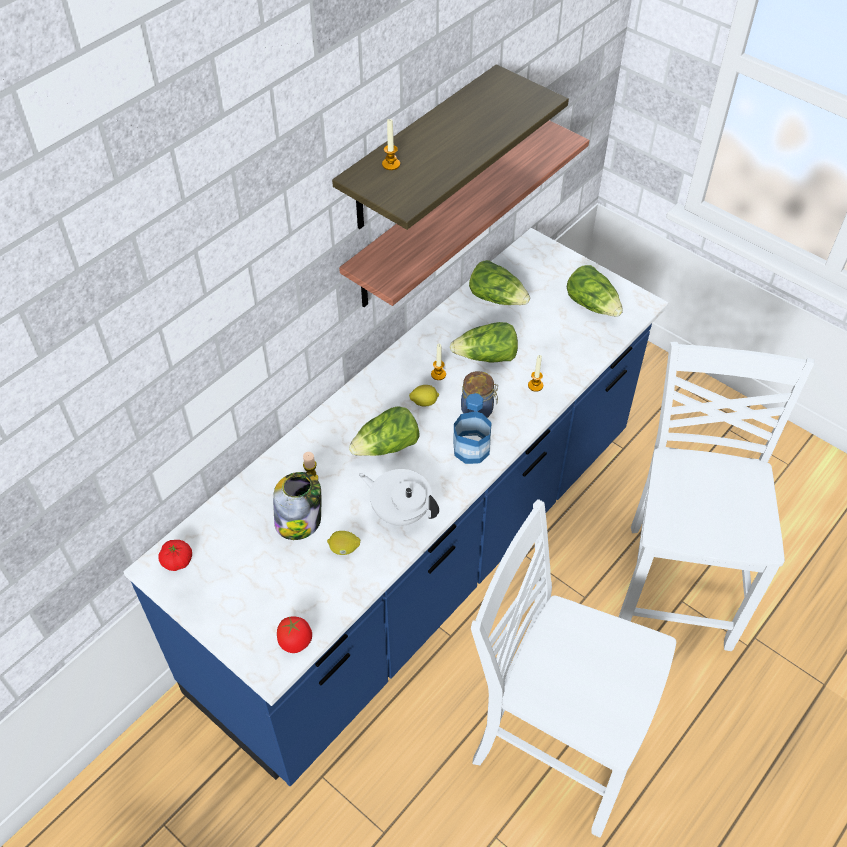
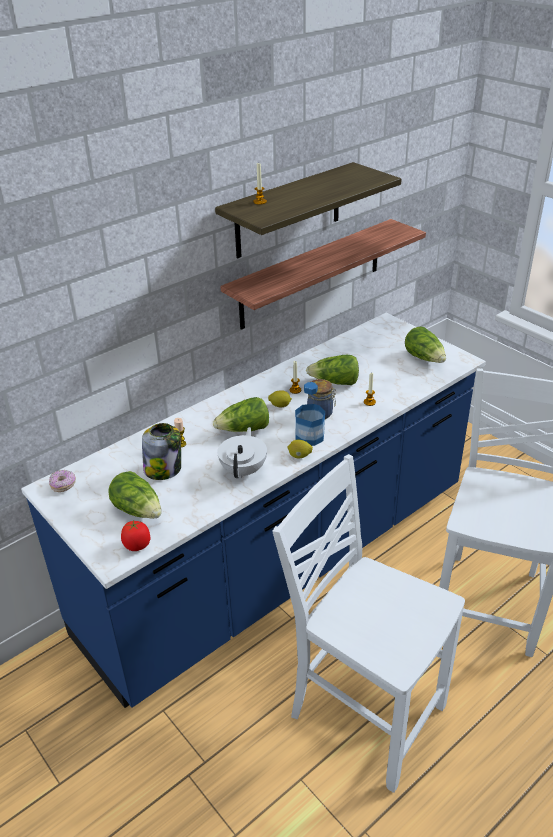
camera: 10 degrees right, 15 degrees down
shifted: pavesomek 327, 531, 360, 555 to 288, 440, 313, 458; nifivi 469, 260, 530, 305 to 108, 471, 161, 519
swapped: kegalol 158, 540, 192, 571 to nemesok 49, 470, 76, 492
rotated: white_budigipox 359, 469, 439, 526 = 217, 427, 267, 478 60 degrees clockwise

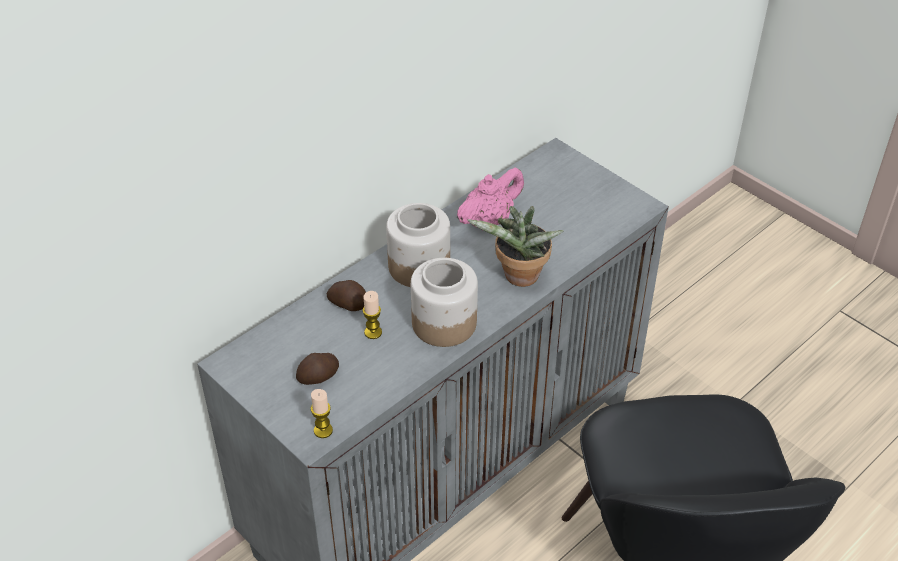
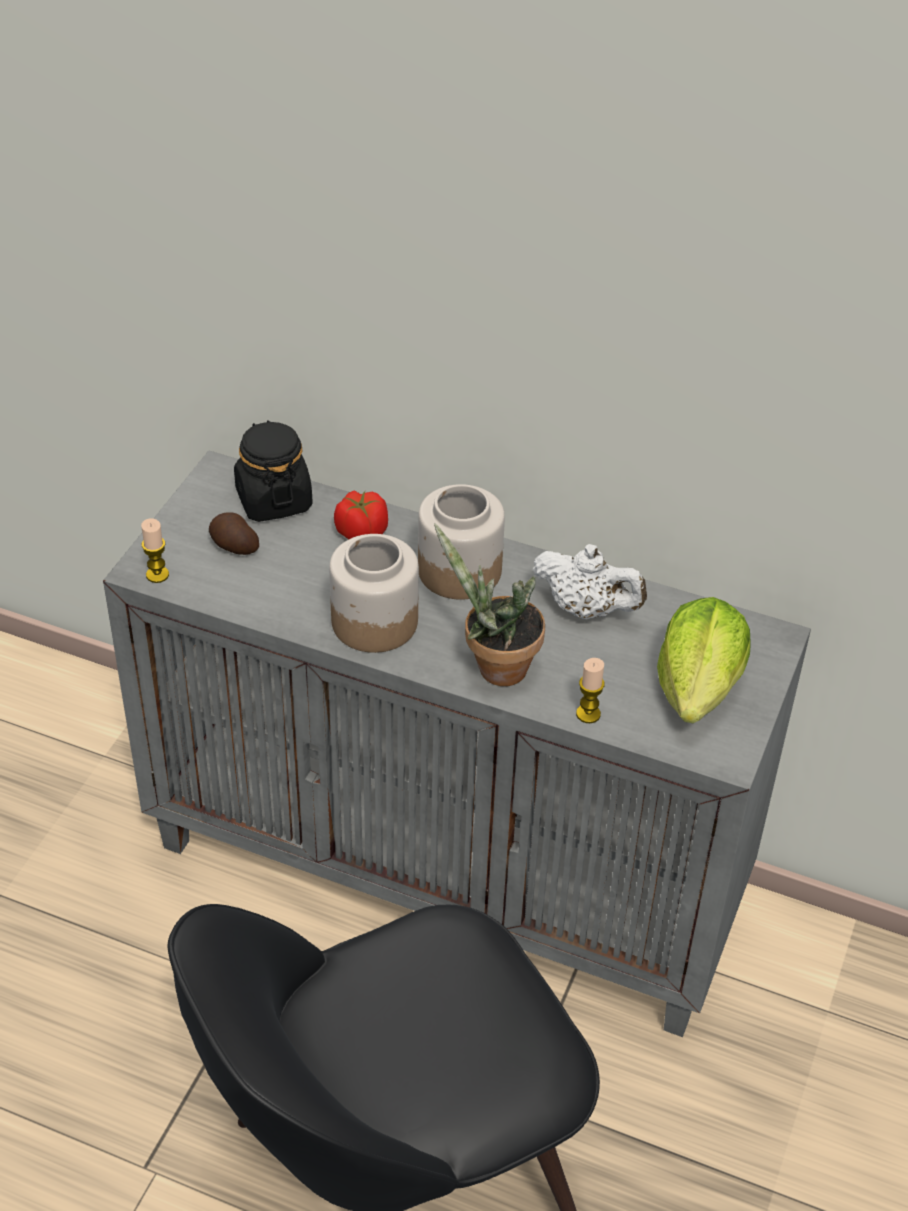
camera: 65 degrees right, 0 degrees up
new: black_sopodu 234, 420, 313, 522; nifivi 657, 597, 751, 723
shifted: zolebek 363, 291, 382, 339 to 576, 658, 605, 723
swapped: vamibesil 327, 280, 366, 311 to kegalol 334, 491, 388, 539
repainted: pink_budigipox 457, 168, 524, 230 to white_budigipox 533, 544, 647, 619

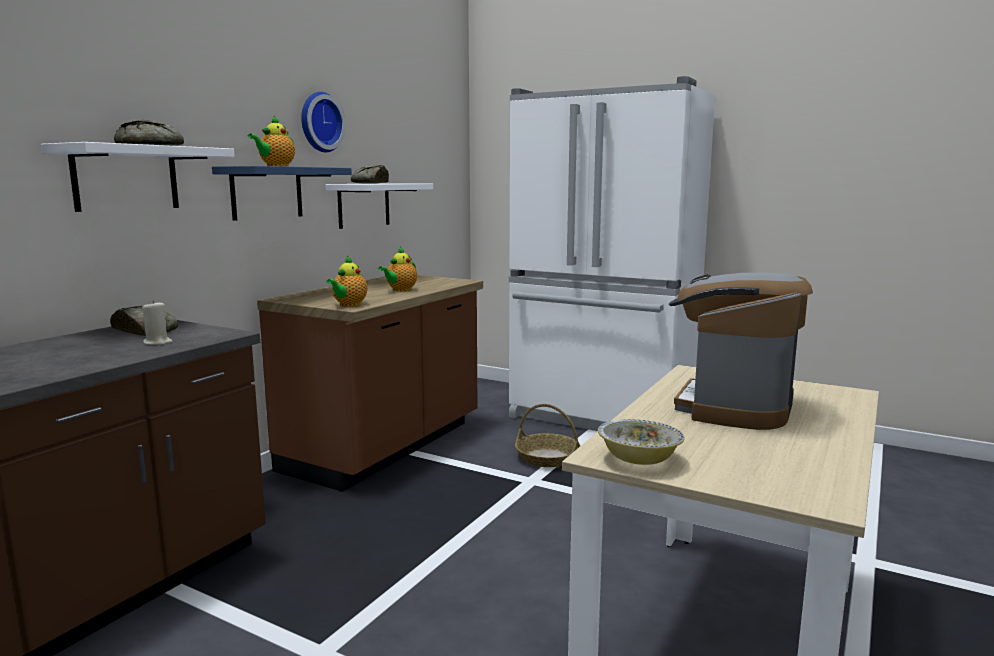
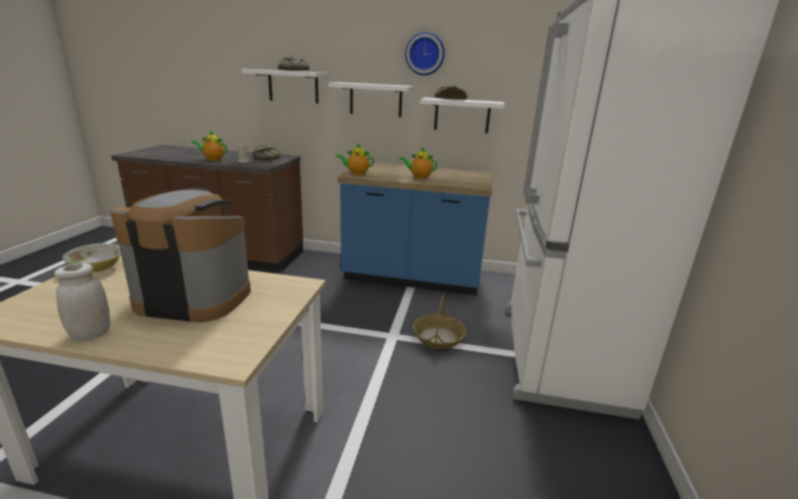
camera: 70 degrees right, 10 degrees up
new: white_sopodu 54, 263, 110, 340
shifted: budigipox 248, 116, 295, 167 to 192, 131, 227, 161
repainted: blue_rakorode 212, 166, 352, 221 to white_rakorode 329, 82, 414, 117; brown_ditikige 257, 275, 483, 492 to blue_ditikige 338, 162, 492, 295

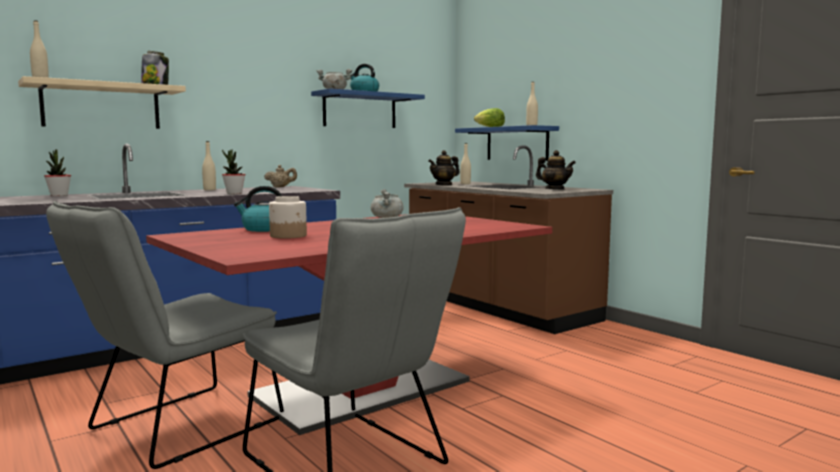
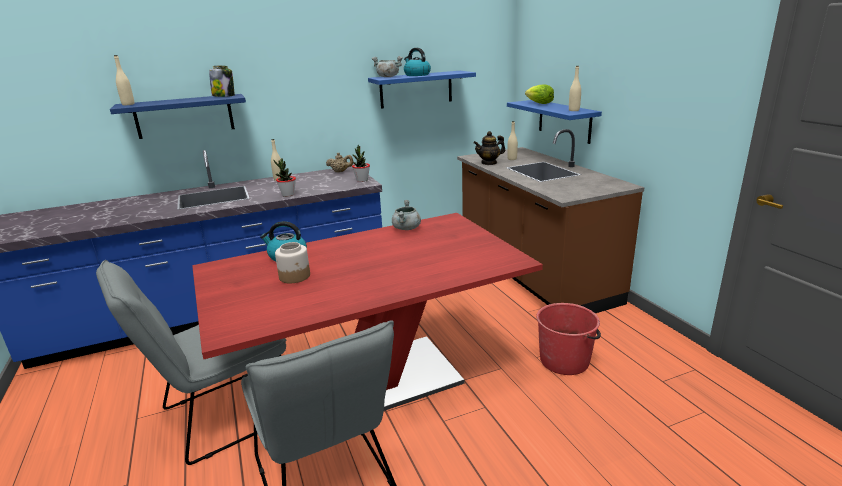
camera: 15 degrees right, 15 degrees up
gone: budigipox 536, 150, 576, 190
new: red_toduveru 536, 303, 601, 375
shifted: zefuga 44, 150, 71, 196 to 352, 145, 370, 182
repainted: beige_rakorode 18, 76, 186, 129 to blue_rakorode 110, 94, 246, 139

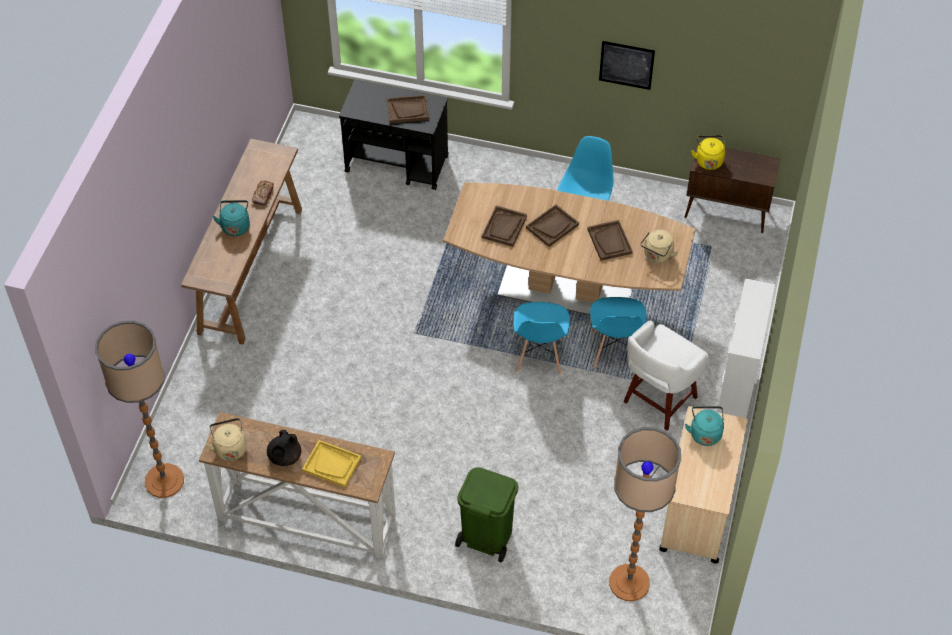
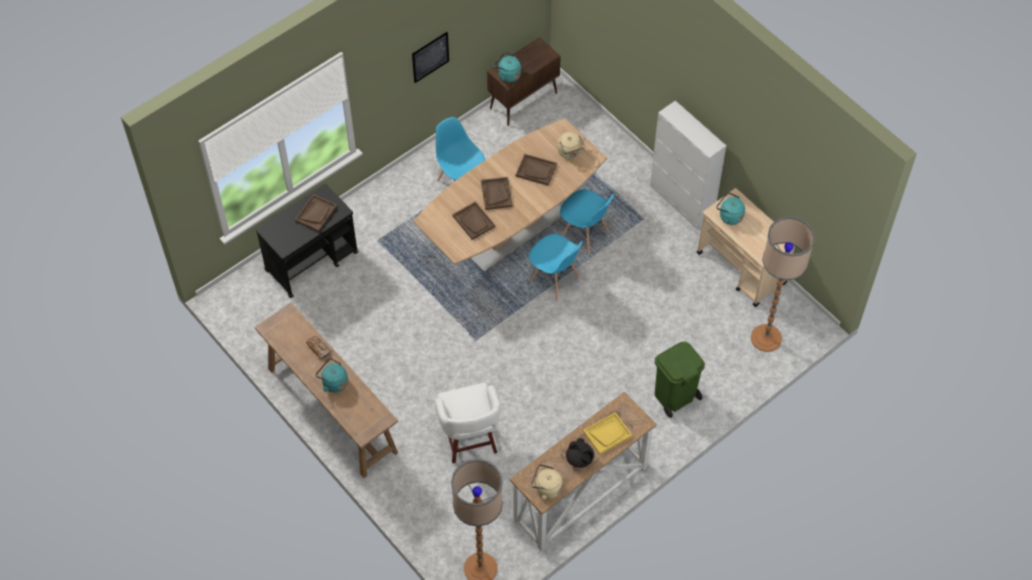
camera: 55 degrees left, 5 degrees up
shifted: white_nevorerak 624, 320, 709, 430 to 435, 383, 501, 463
repainted: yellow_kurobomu 691, 135, 725, 170 to turquoise_kurobomu 494, 52, 521, 82

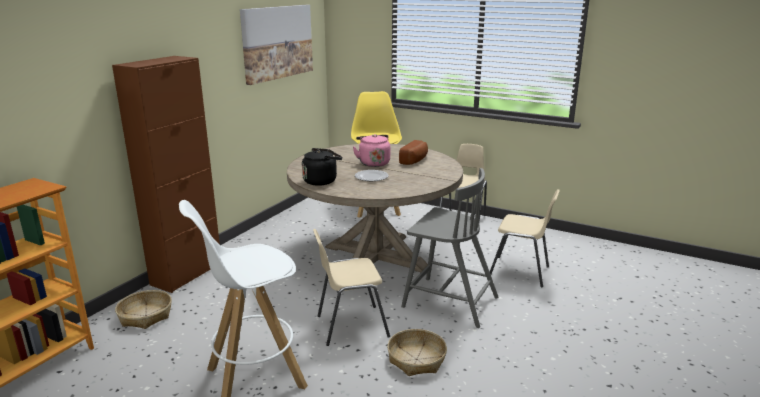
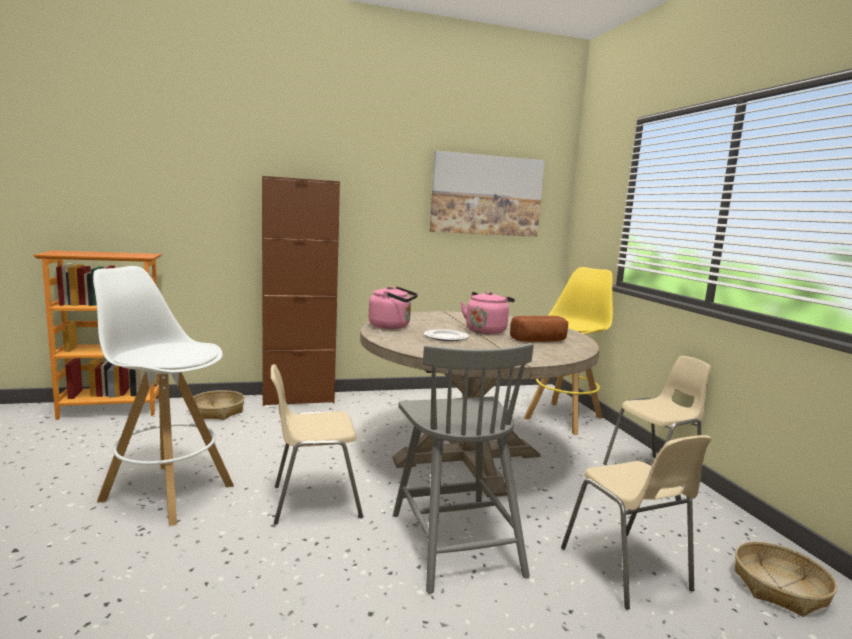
camera: 45 degrees right, 10 degrees down
shifted: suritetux 387, 329, 447, 376 to 735, 541, 837, 617
repainted: black_kurobomu 302, 148, 342, 186 to pink_kurobomu 369, 286, 418, 329
rotated: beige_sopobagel 313, 229, 390, 346 = 271, 364, 363, 524 45 degrees counterclockwise

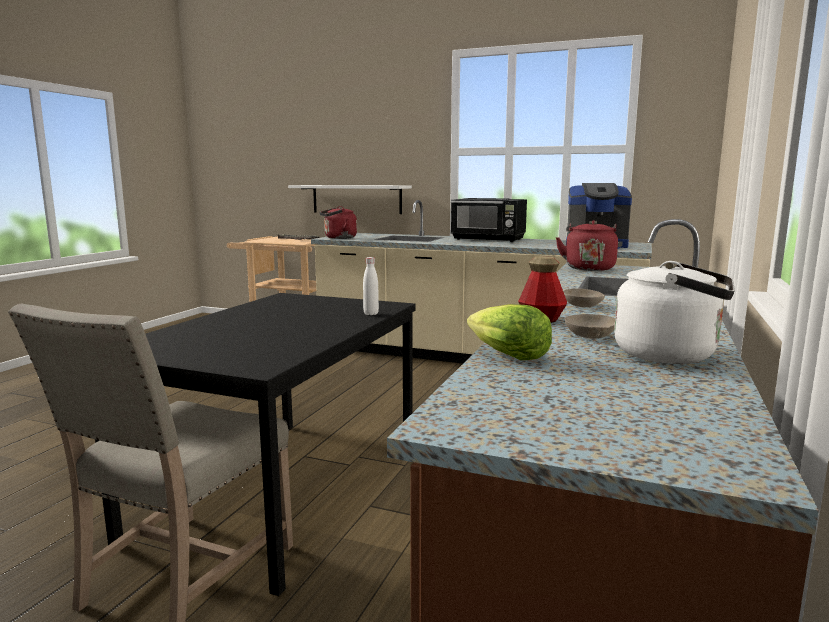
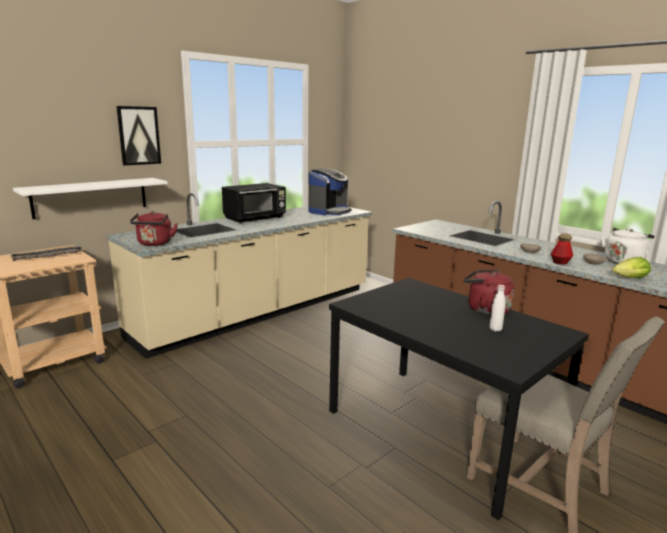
camera: 65 degrees left, 5 degrees up
new: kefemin 116, 106, 161, 166
shifted: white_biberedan 363, 257, 379, 315 to 490, 285, 505, 332; red_kurobomu 556, 220, 618, 271 to 464, 269, 514, 316

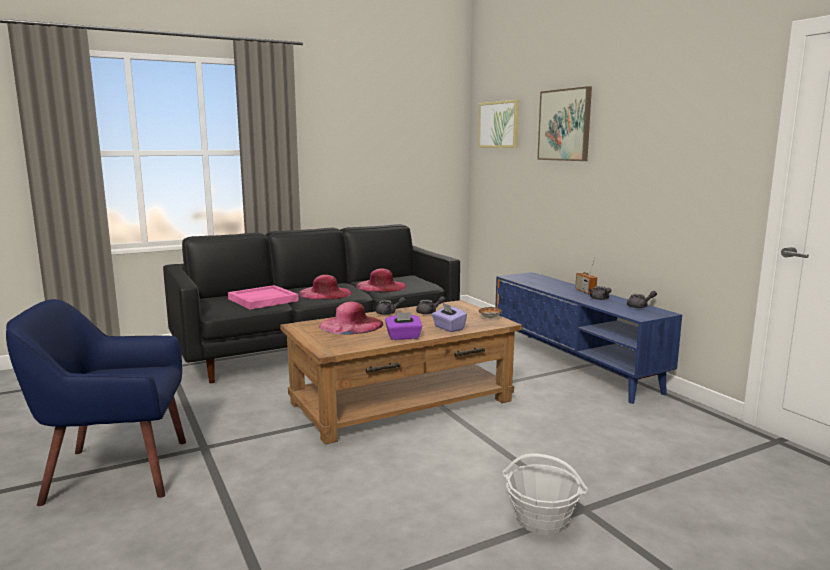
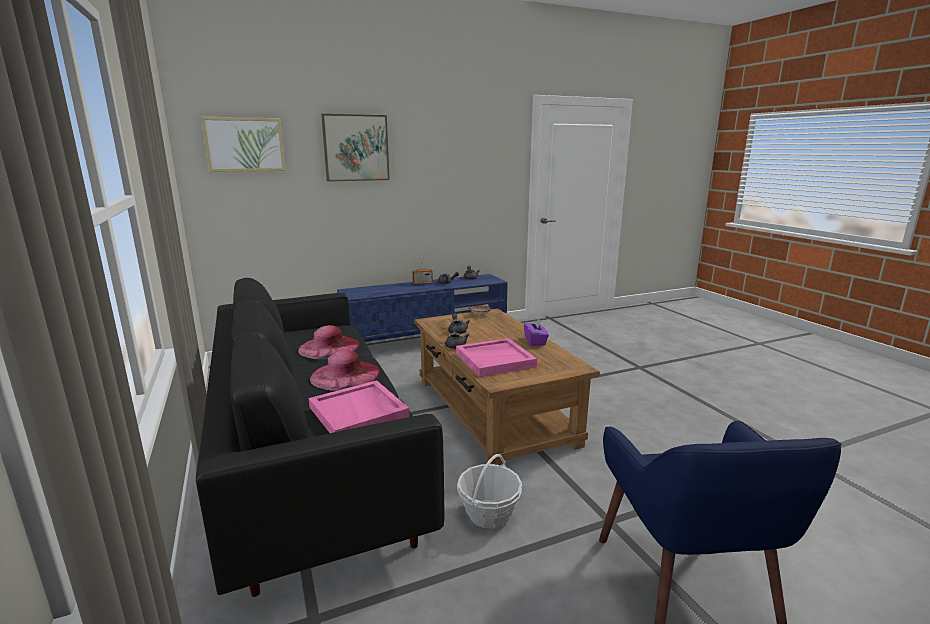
camera: 85 degrees left, 5 degrees up
gone: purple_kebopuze 432, 302, 467, 332
shifted: suritetux 502, 453, 588, 535 to 457, 454, 522, 528
swapped: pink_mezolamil 319, 302, 384, 334 to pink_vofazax 456, 338, 537, 377

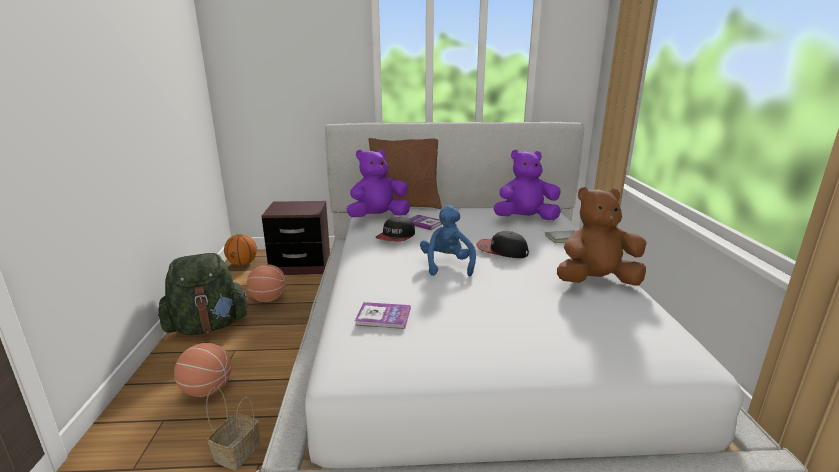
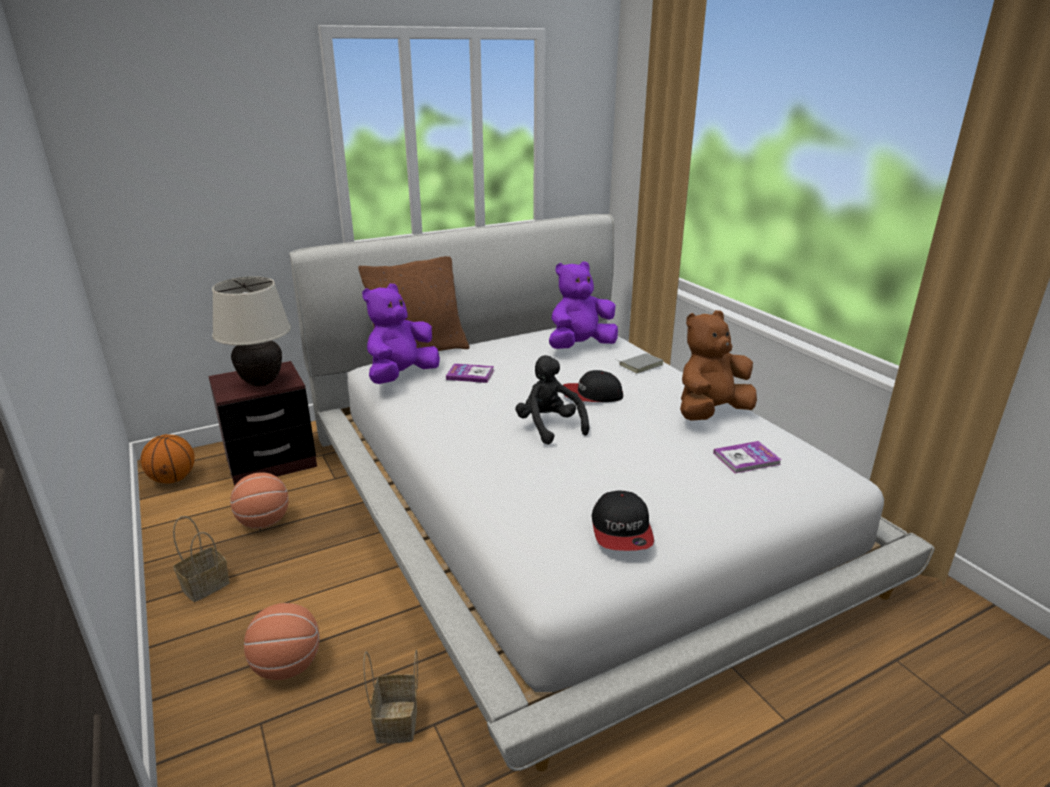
camera: 25 degrees left, 5 degrees up
new: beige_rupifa 212, 276, 291, 387
shifted: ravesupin 355, 302, 410, 329 to 713, 441, 781, 473; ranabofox 376, 217, 415, 242 to 592, 490, 654, 551
swapped: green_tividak 158, 253, 249, 335 to suritetux 173, 516, 230, 602
repainted: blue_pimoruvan 420, 205, 476, 276 to black_pimoruvan 515, 355, 589, 445

